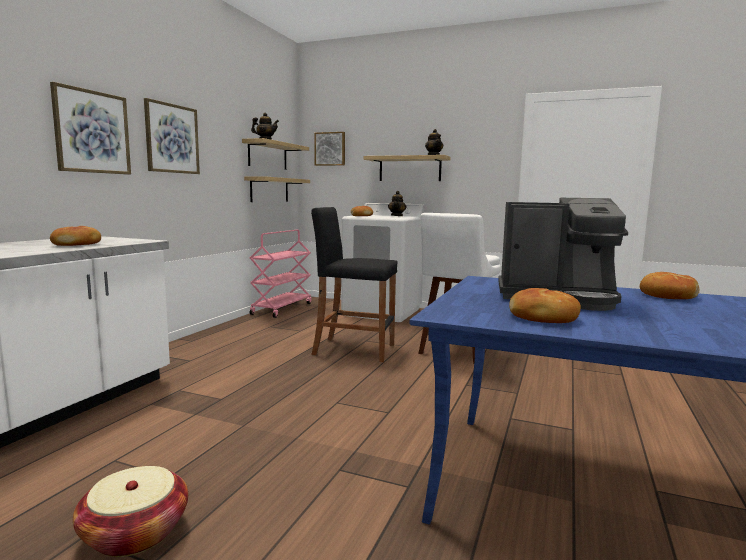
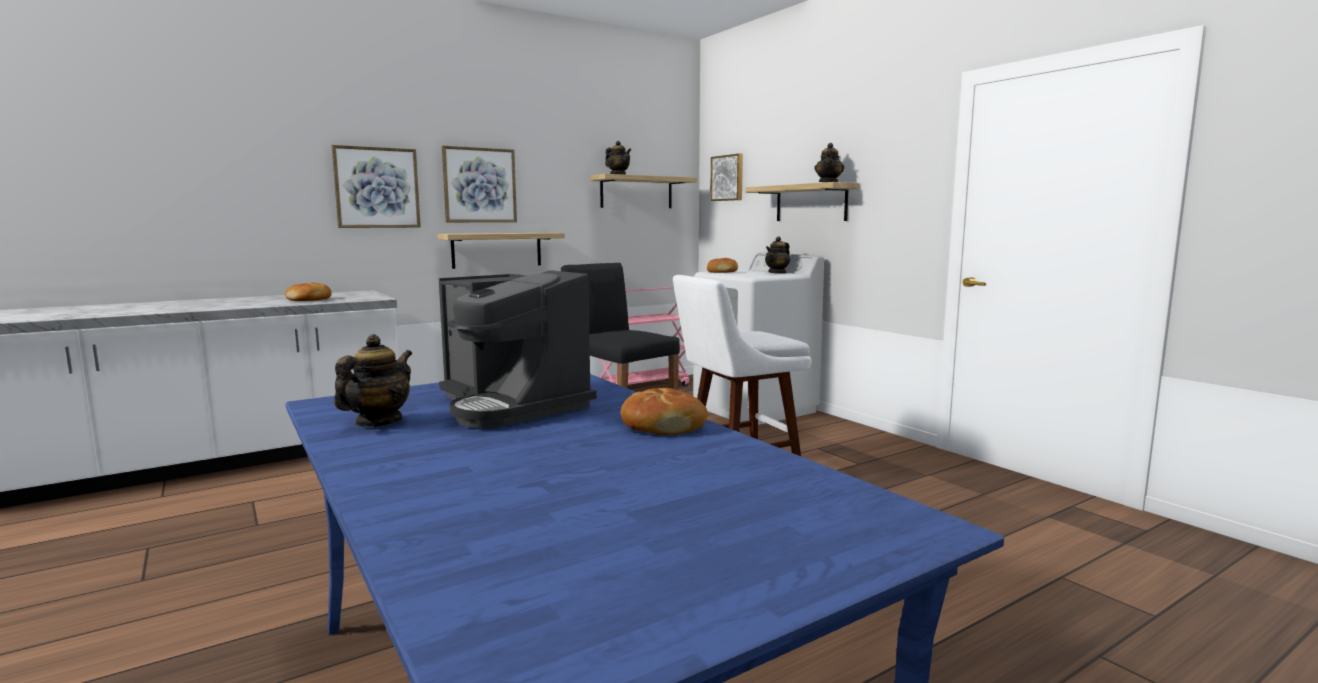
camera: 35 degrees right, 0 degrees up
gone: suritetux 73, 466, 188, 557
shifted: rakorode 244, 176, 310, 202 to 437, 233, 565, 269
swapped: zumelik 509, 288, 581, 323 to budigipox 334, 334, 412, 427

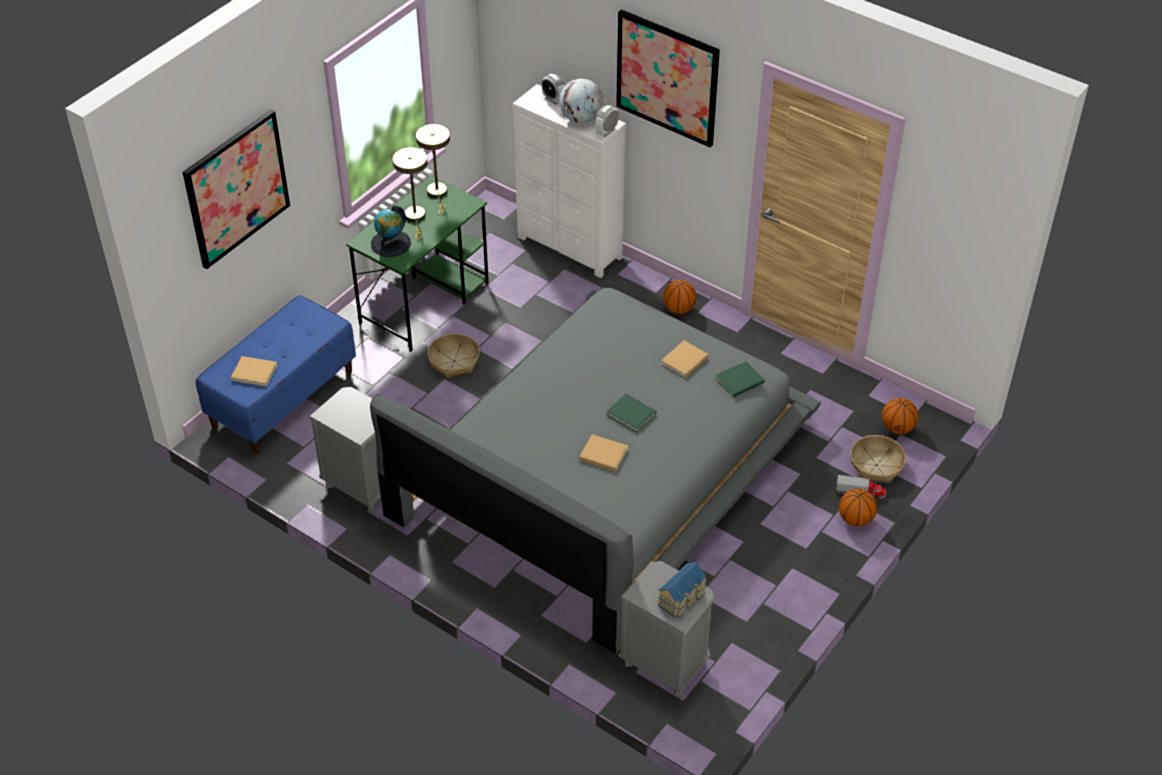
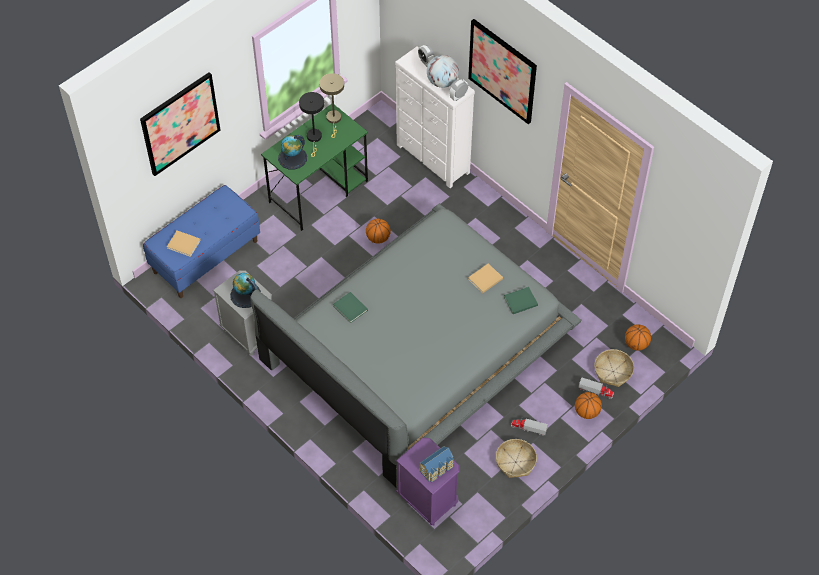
camera: 10 degrees right, 10 degrees up
gone: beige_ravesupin 579, 434, 628, 471
new: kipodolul 230, 273, 261, 308; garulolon 511, 418, 548, 436
shifted: suritetux 428, 333, 480, 378 to 496, 439, 537, 478; green_ravesupin 606, 394, 656, 432 to 333, 292, 368, 323; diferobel 663, 280, 697, 314 to 366, 219, 391, 244
repainted: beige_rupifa 393, 147, 428, 239 to black_rupifa 299, 92, 324, 157; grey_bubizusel 618, 561, 715, 697 to purple_bubizusel 396, 438, 460, 525

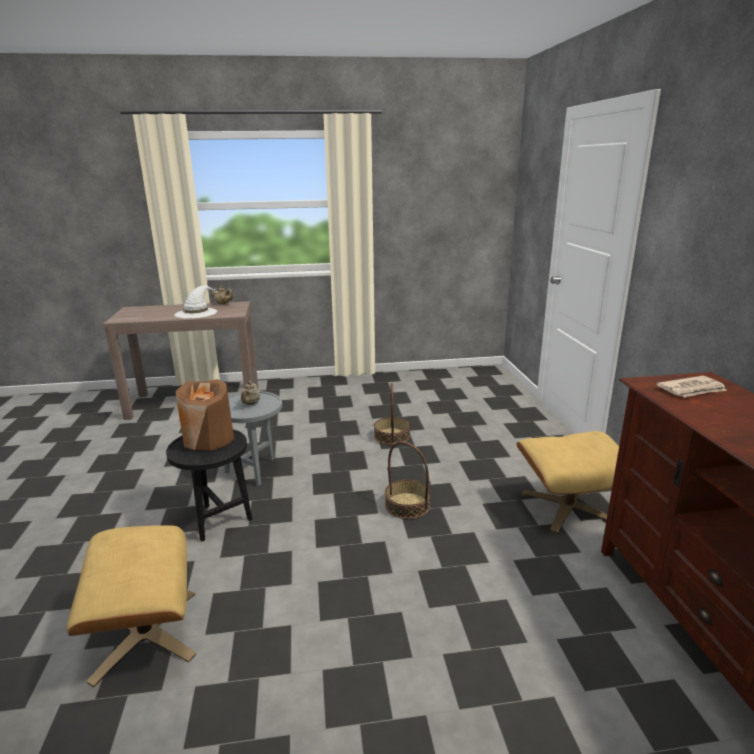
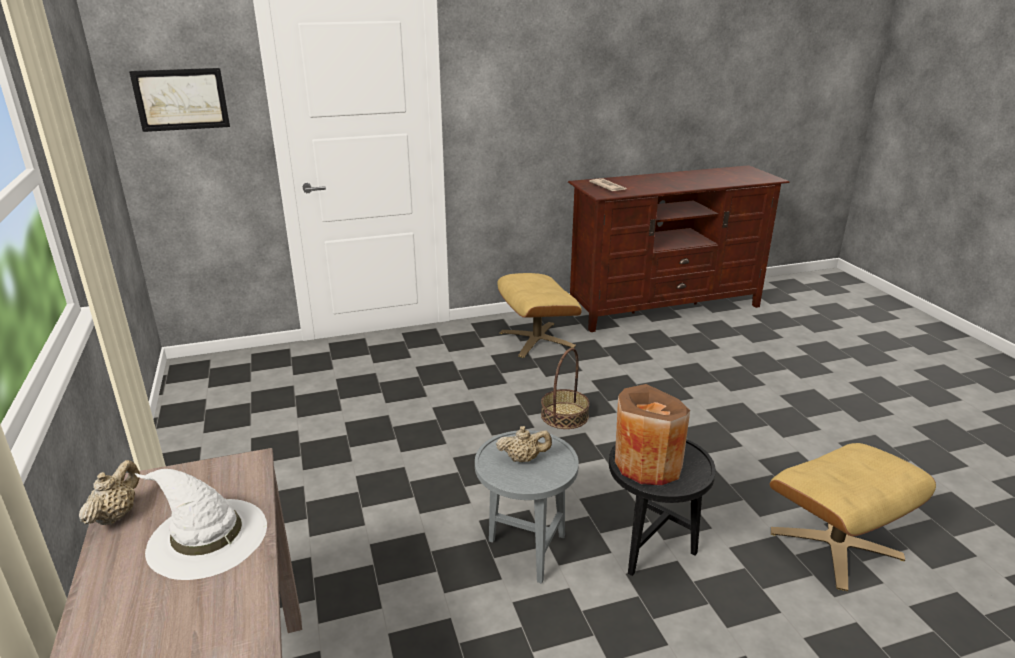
camera: 100 degrees left, 5 degrees up
gone: suritetux 374, 383, 410, 445
new: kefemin 129, 68, 230, 132

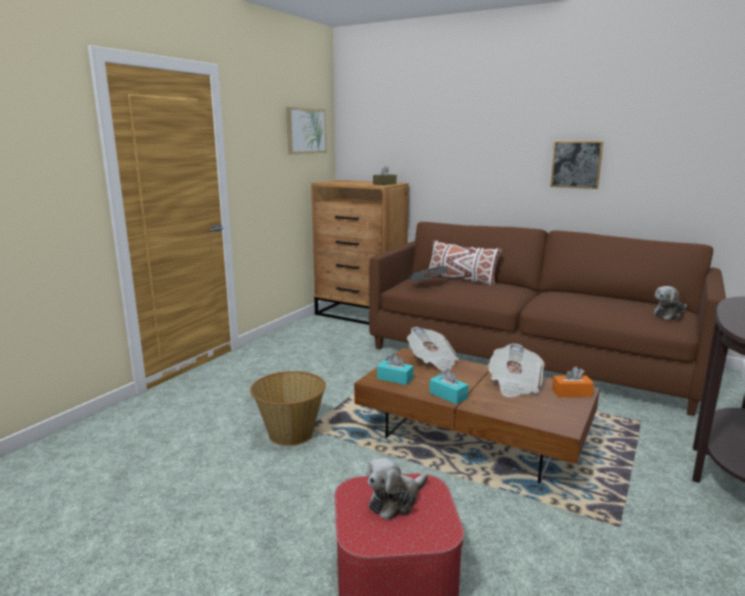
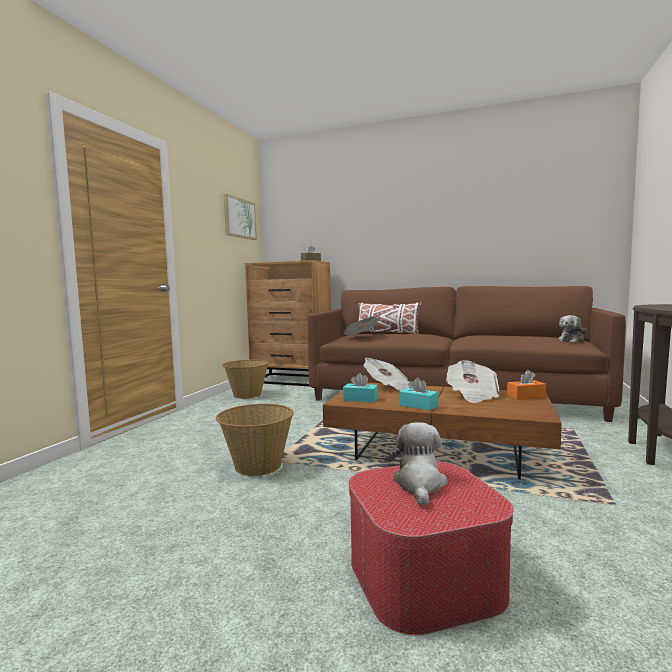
camera: 10 degrees left, 10 degrees down
gone: kefemin 550, 141, 603, 189
new: suritetux 222, 360, 269, 399
rotated: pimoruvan 367, 458, 428, 520 = 389, 422, 448, 506 150 degrees clockwise

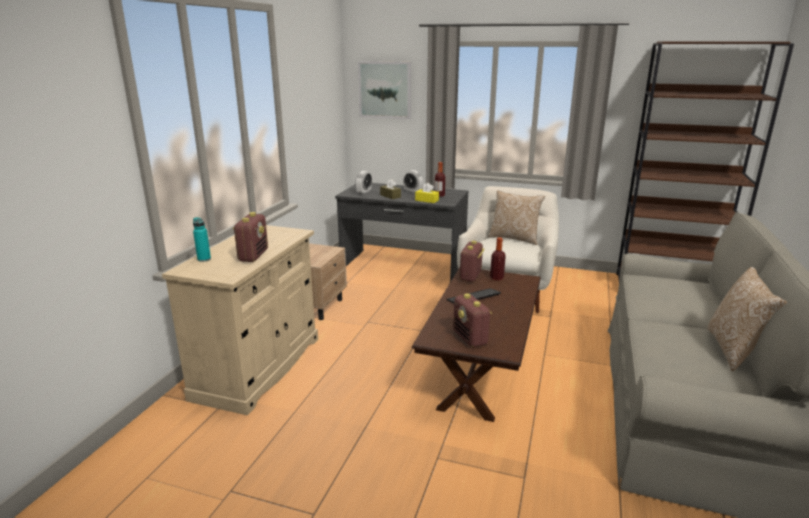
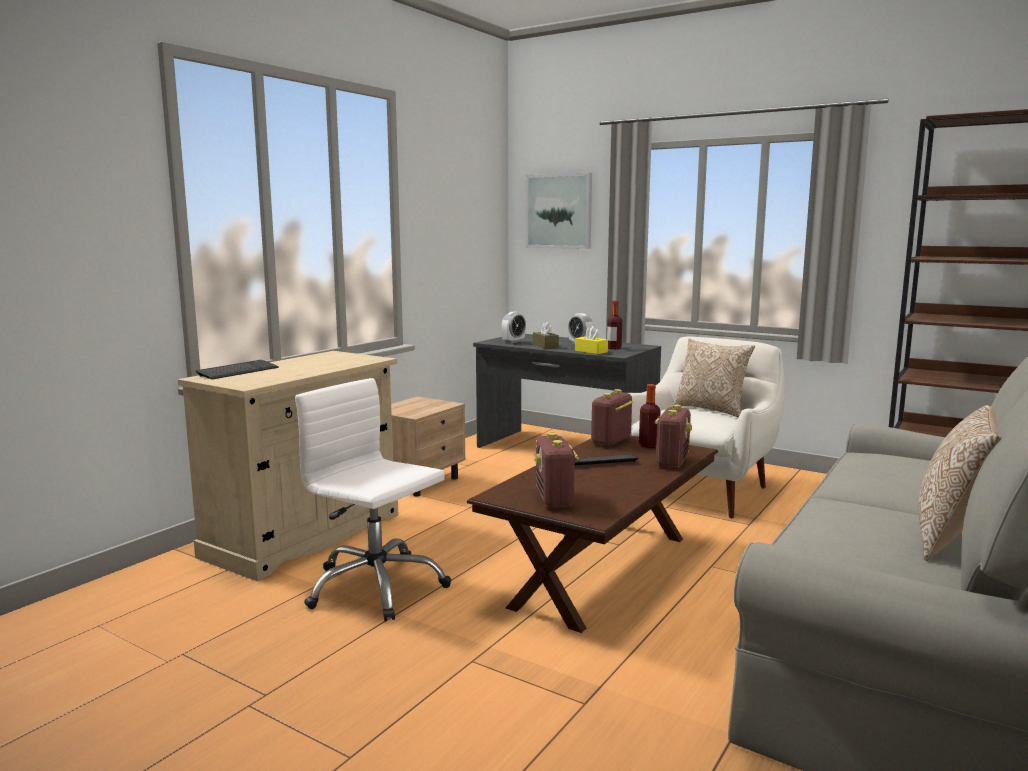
camera: 15 degrees right, 10 degrees down
new: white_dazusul 295, 378, 451, 621
shifted: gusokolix 233, 212, 268, 262 to 654, 405, 692, 468
swapped: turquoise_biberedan 193, 217, 211, 262 to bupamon 195, 360, 279, 380

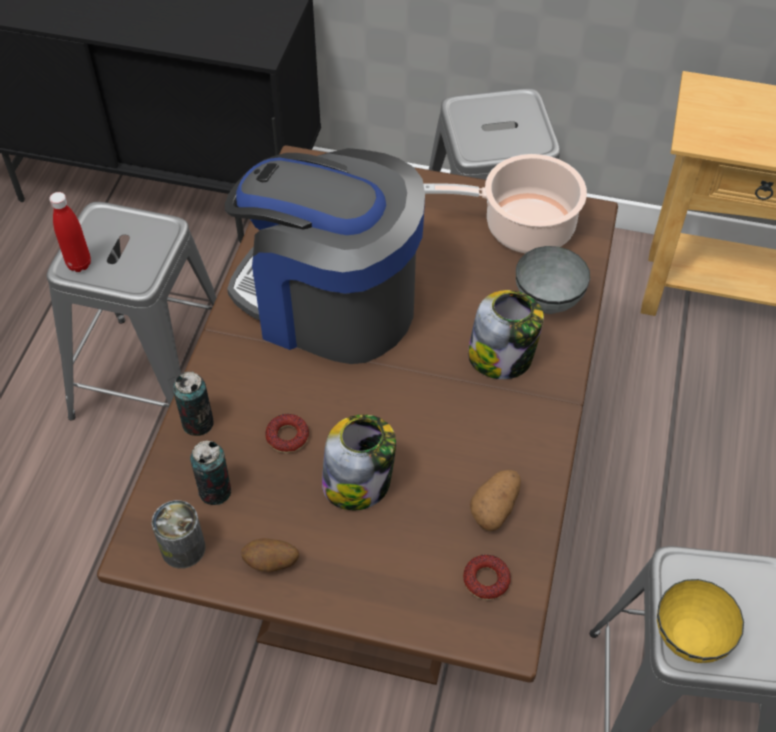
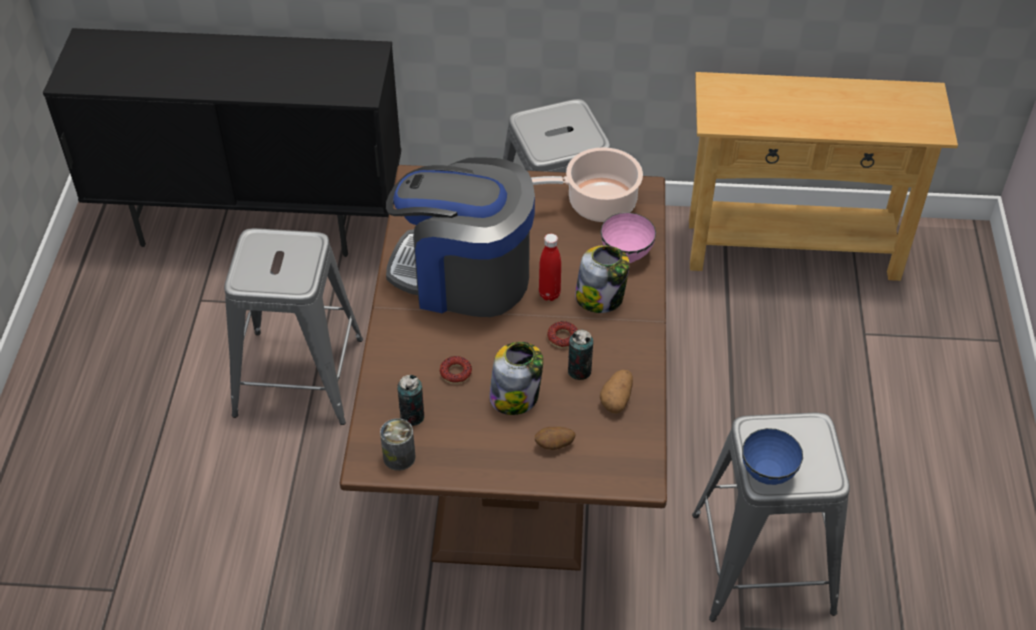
camera: 10 degrees left, 5 degrees down
shifted: red_biberedan 49, 192, 91, 272 to 539, 234, 561, 301; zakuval 173, 372, 214, 436 to 568, 329, 593, 380; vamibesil 241, 538, 299, 572 to 535, 427, 576, 450; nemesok 463, 554, 511, 600 to 547, 321, 578, 348
repainted: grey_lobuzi 516, 246, 590, 314 to pink_lobuzi 601, 212, 656, 263; yellow_lobuzi 657, 579, 744, 663 to blue_lobuzi 742, 428, 803, 485

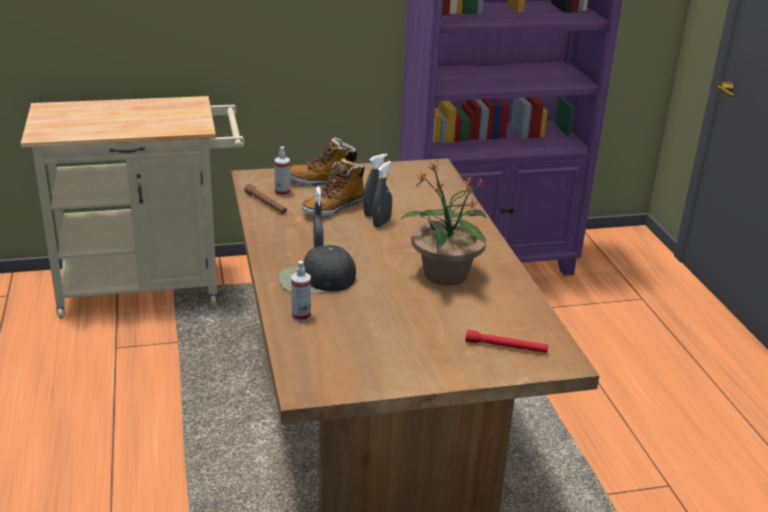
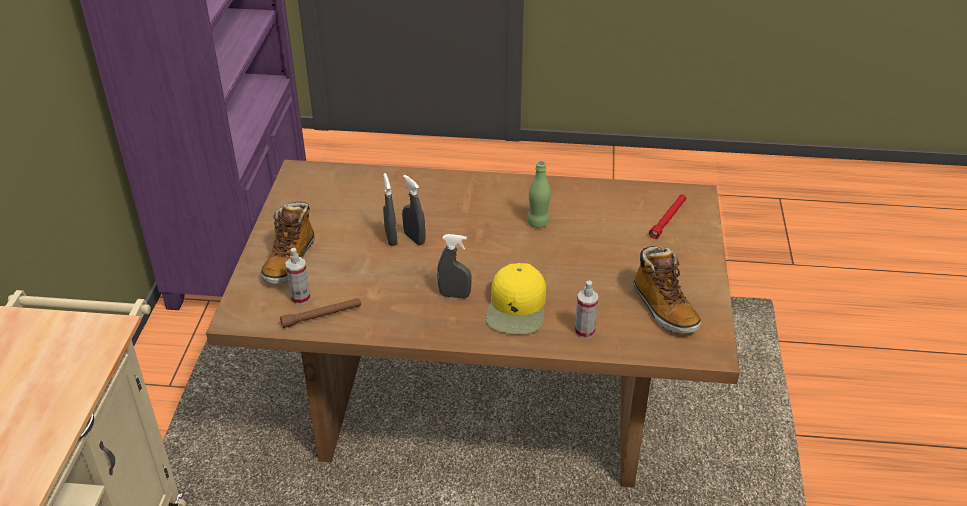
camera: 70 degrees left, 10 degrees up
shifted: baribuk 301, 158, 365, 217 to 633, 246, 701, 333
swapped: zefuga 401, 162, 487, 286 to green_biberedan 527, 161, 551, 228
repainted: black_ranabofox 279, 245, 356, 294 to yellow_ranabofox 486, 263, 546, 334

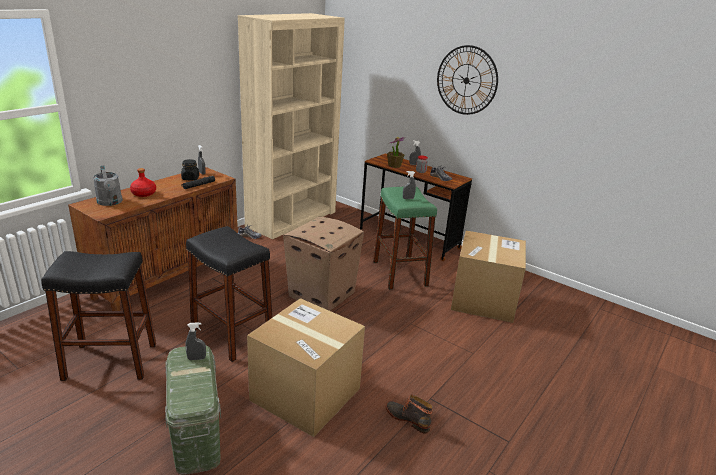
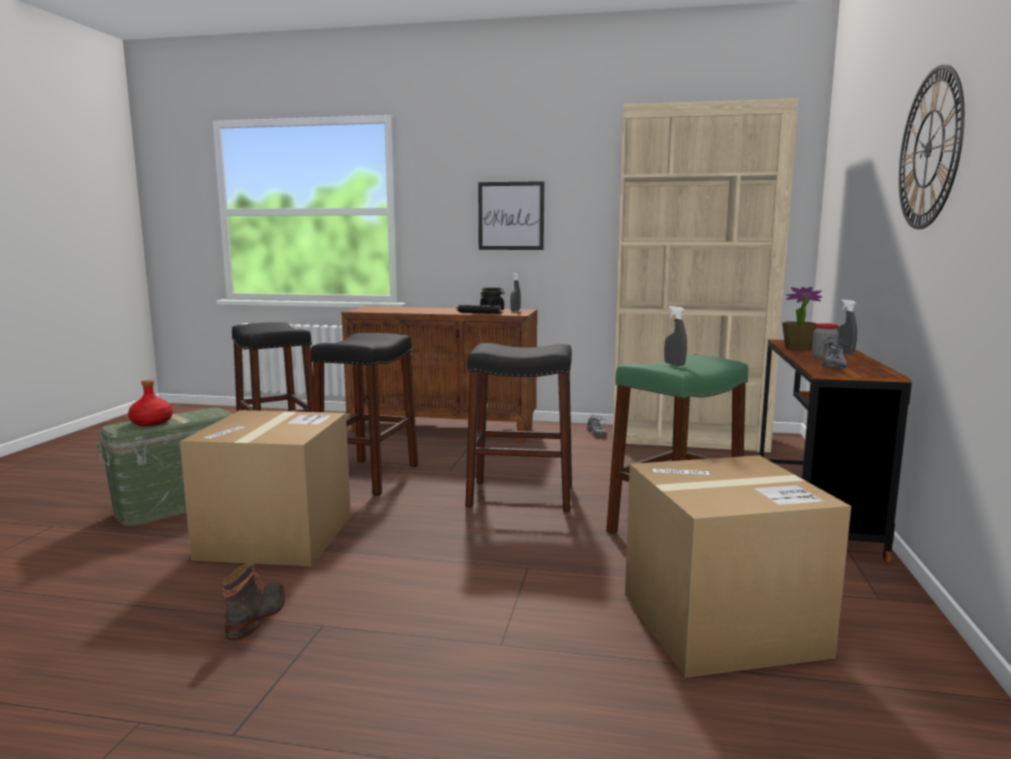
camera: 65 degrees right, 15 degrees down
gone: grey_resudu 93, 165, 123, 206; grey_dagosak 185, 322, 206, 360
new: kefemin 478, 181, 544, 250
shifted: red_biberedan 130, 168, 156, 197 to 128, 380, 173, 426
swapped: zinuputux 283, 217, 364, 311 to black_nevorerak 466, 343, 572, 512

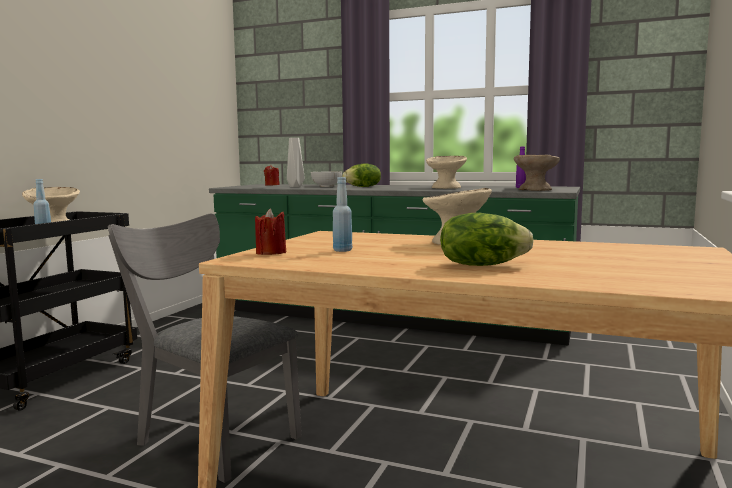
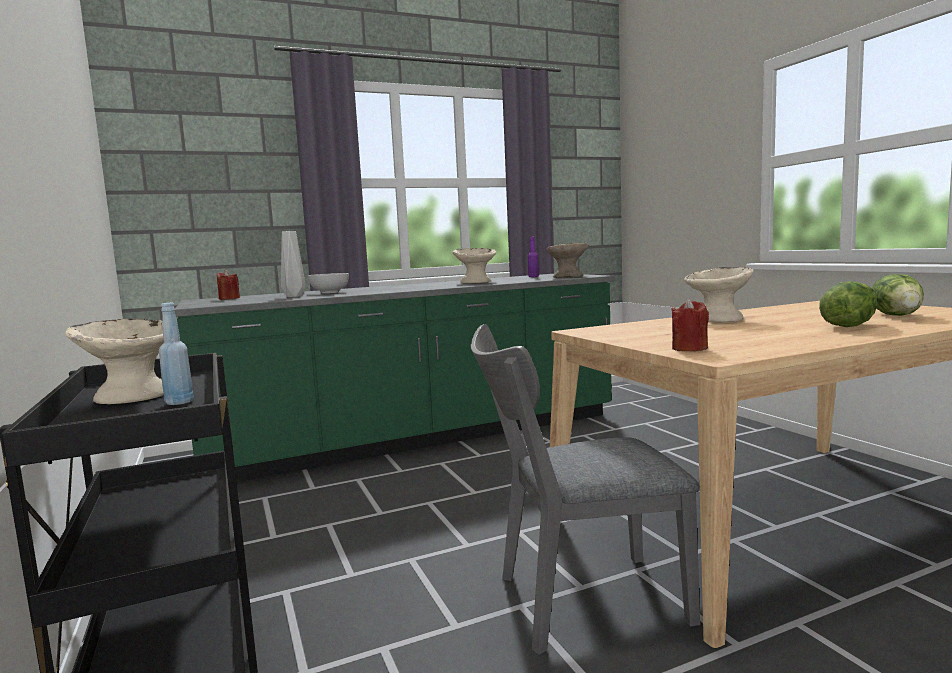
camera: 45 degrees left, 0 degrees up
gone: blue_biberedan 333, 177, 352, 252
shifted: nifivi 342, 164, 381, 187 to 872, 274, 924, 316

